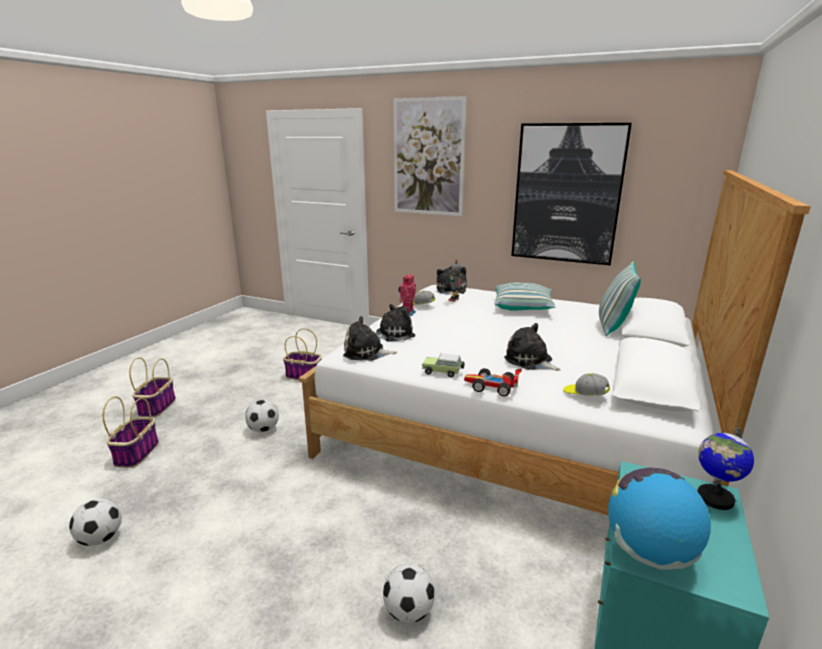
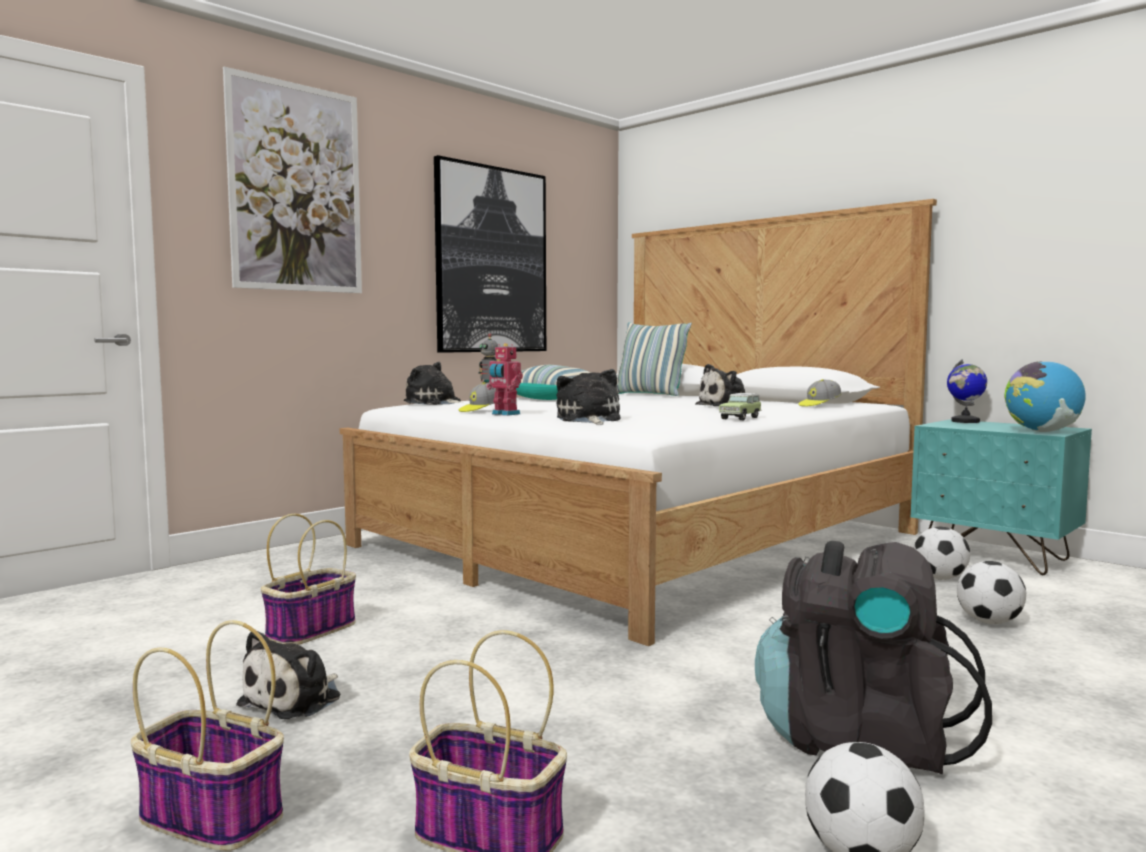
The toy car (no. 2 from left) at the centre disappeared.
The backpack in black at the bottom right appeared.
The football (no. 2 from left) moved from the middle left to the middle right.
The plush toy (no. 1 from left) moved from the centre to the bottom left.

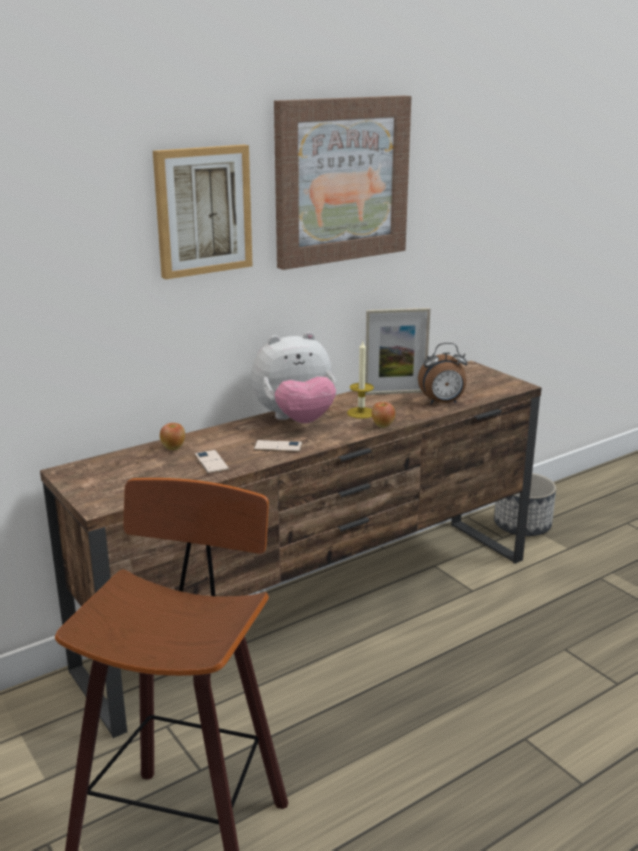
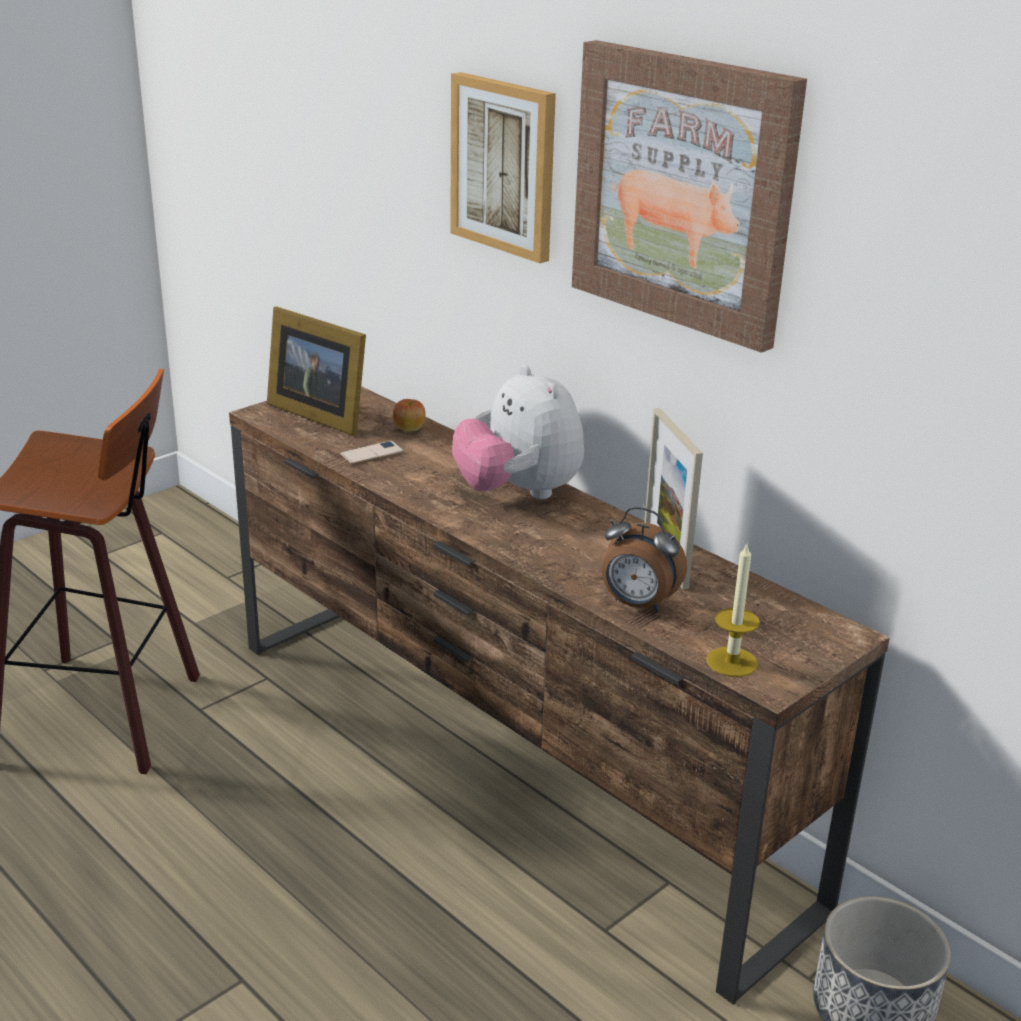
The phone (no. 2 from left) at the centre disappeared.
The apple (no. 2 from left) at the centre disappeared.
The picture frame (no. 1 from left) at the middle left appeared.
The candle moved from the centre to the middle right.
The alarm clock at the middle right turned 45 degrees counterclockwise.

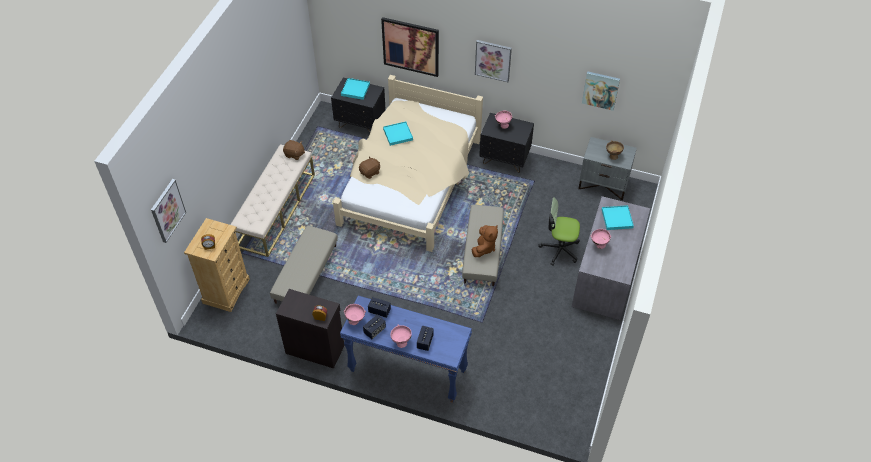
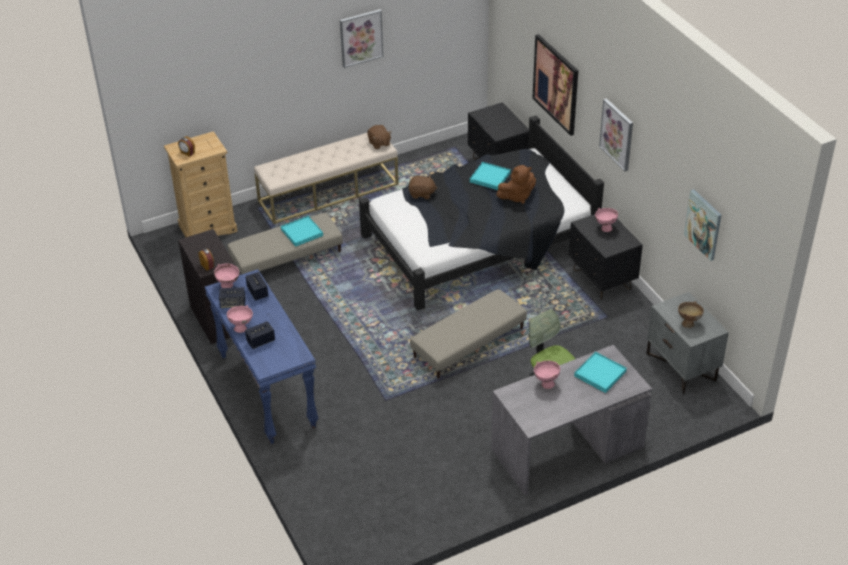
The picture (no. 1 from left) moved from the middle left to the top centre.
The tray in turquoise (no. 1 from left) moved from the top centre to the centre.
The plush toy in brown (no. 3 from left) moved from the centre to the top centre.
The bed in beige at the centre became the bed in black at the centre.

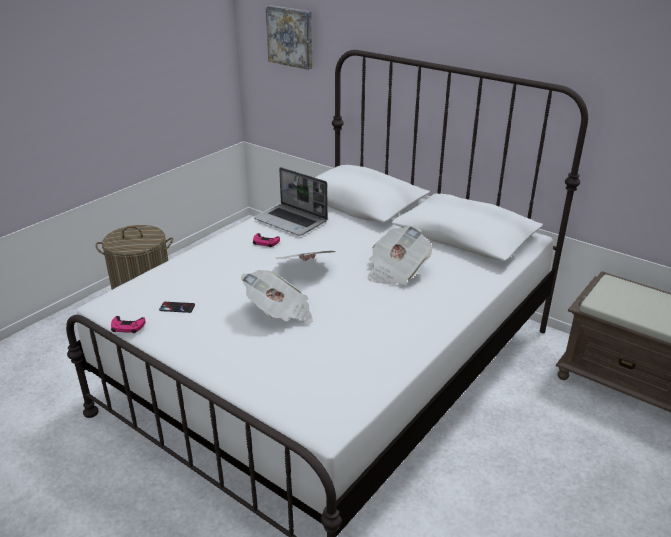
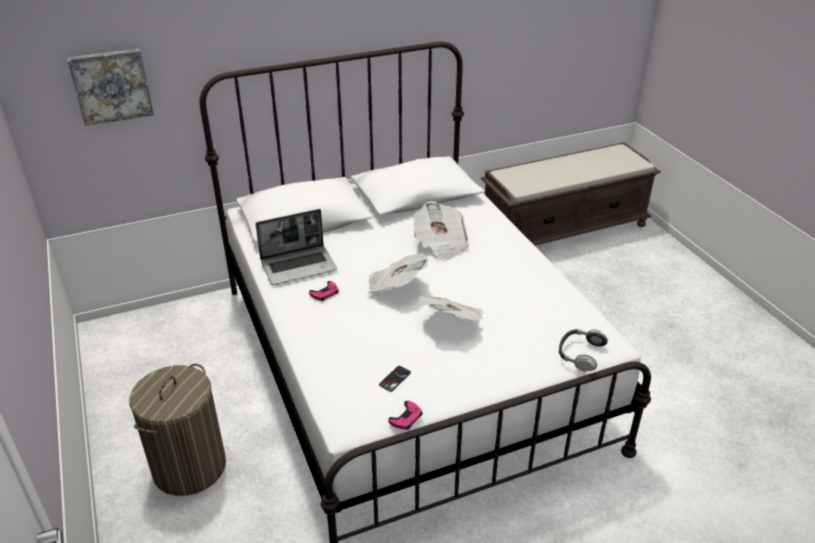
The headphones at the middle right appeared.

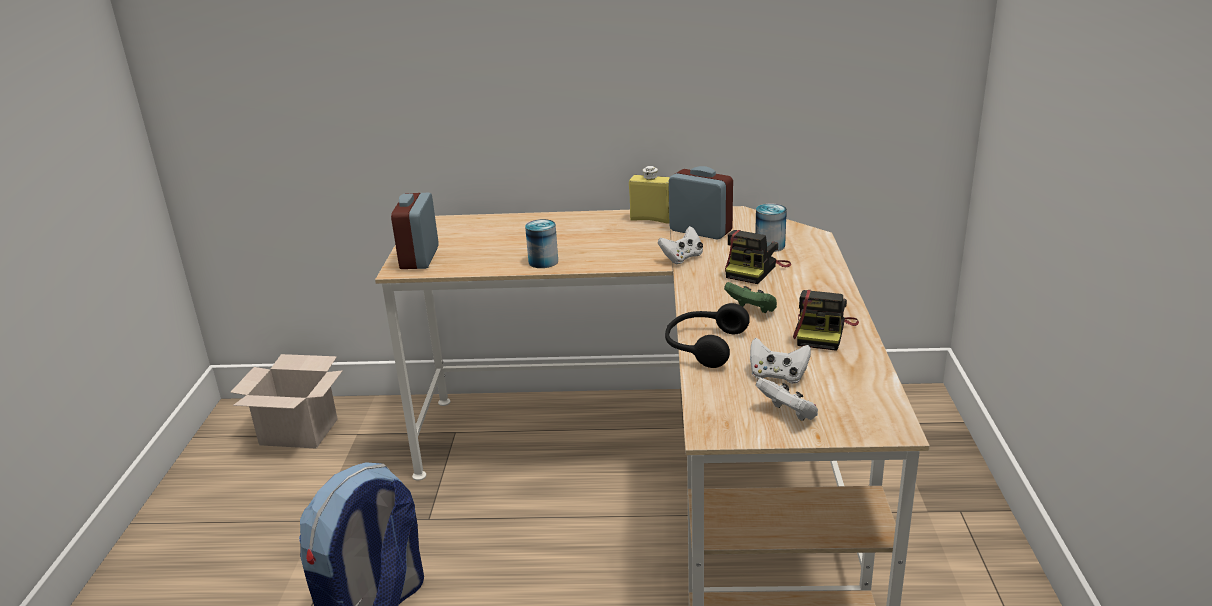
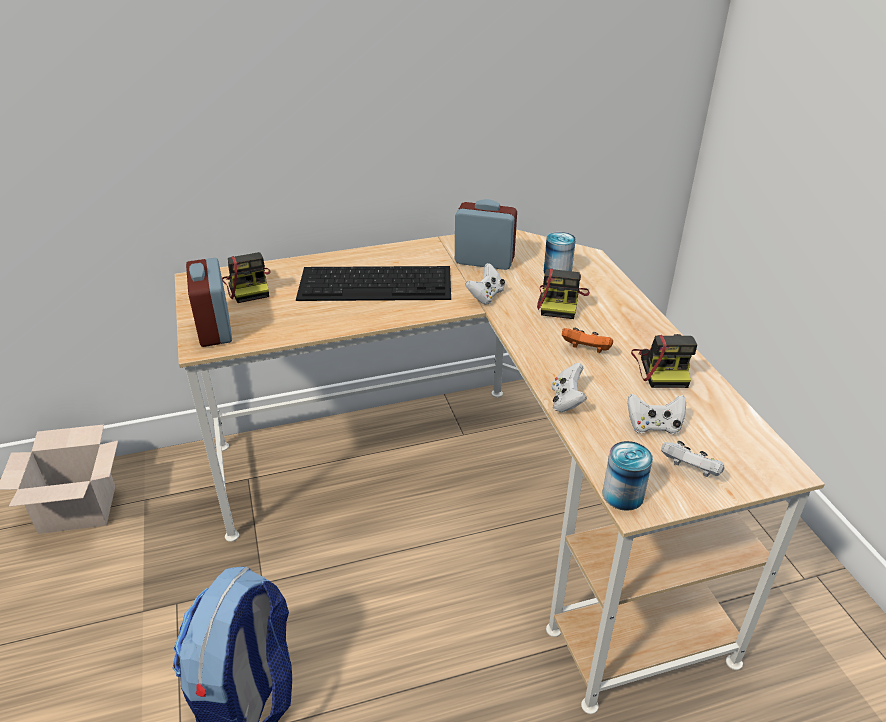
The bottle in yellow at the top centre disappeared.
The photo camera (no. 1 from left) at the middle left appeared.
The keyboard at the centre appeared.
The can (no. 1 from left in the first image) moved from the centre to the middle right.
The headphones in black at the centre was replaced by the game controller in white (no. 2 from left) at the centre.
The game controller in green at the centre became the game controller in orange at the centre.

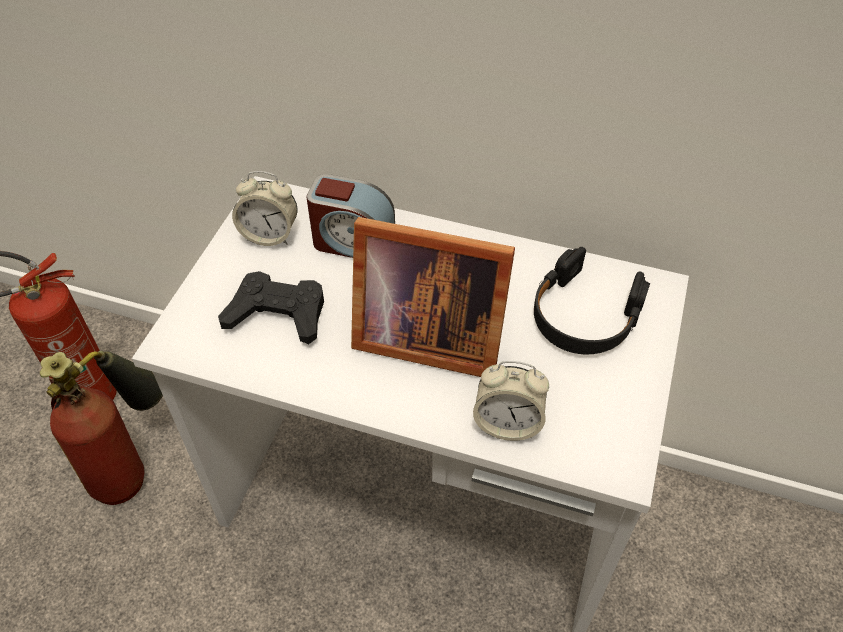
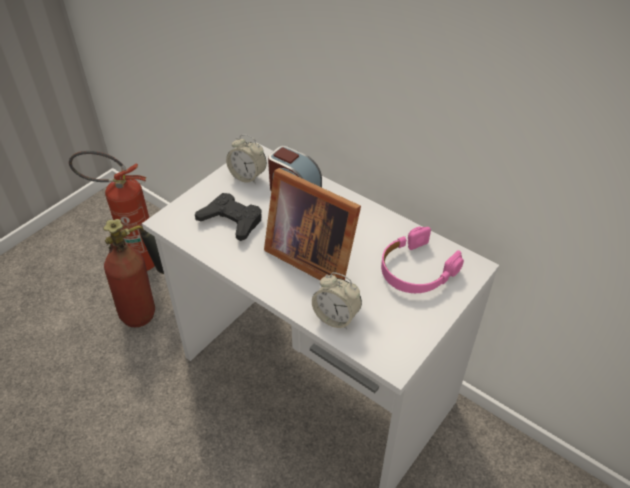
The headphones in black at the middle right became the headphones in pink at the middle right.

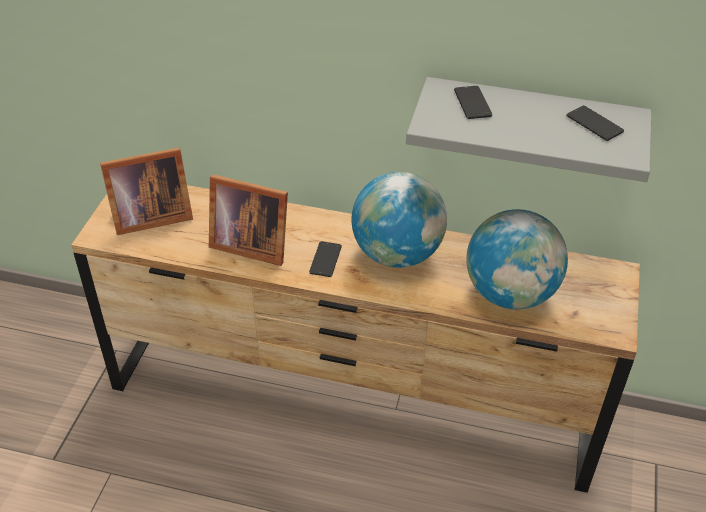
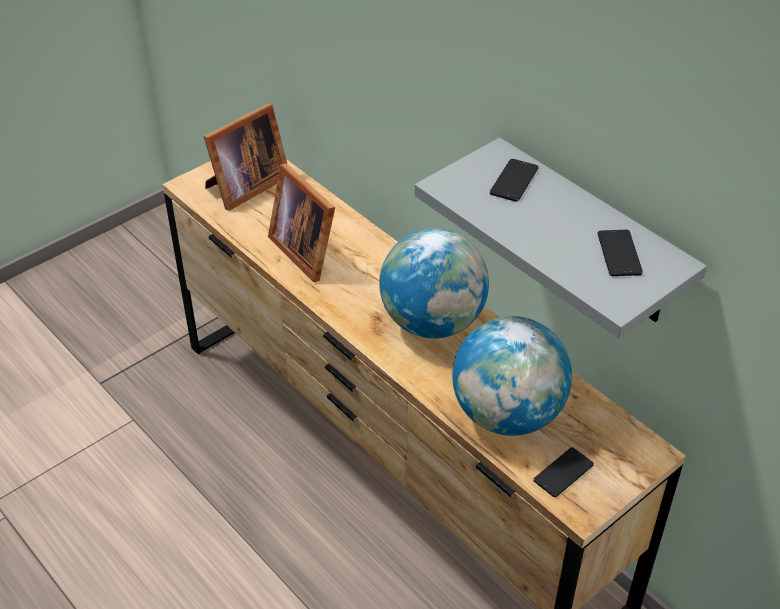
The phone (no. 1 from left in the first image) moved from the centre to the bottom right.
The picture frame (no. 1 from left) at the middle left turned 60 degrees counterclockwise.

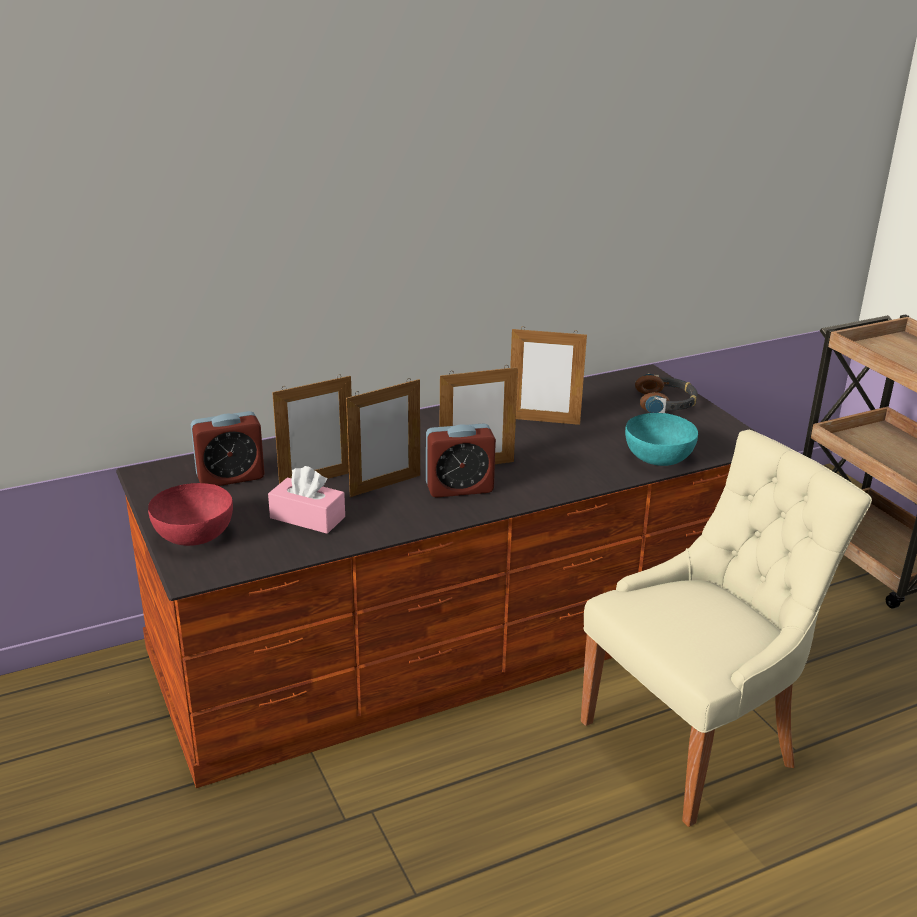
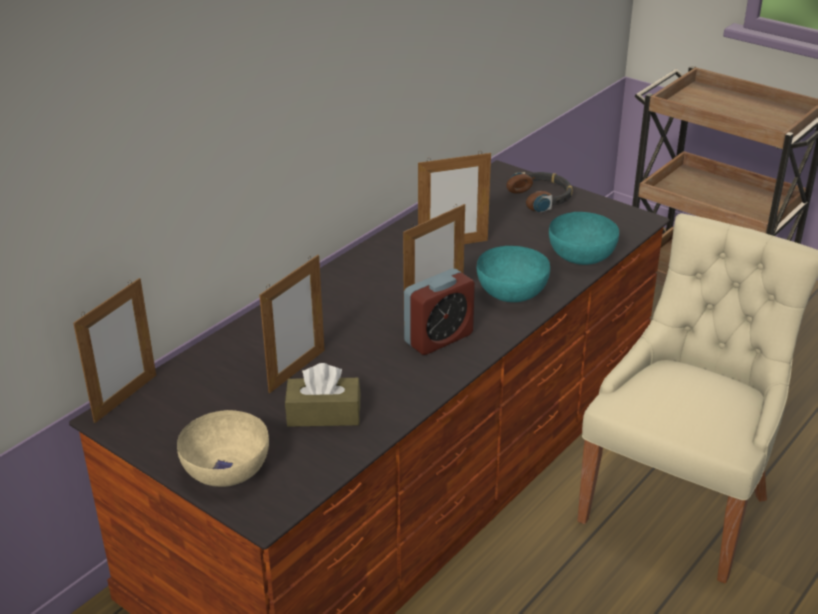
The alarm clock (no. 1 from left) at the middle left disappeared.
The bowl in turquoise (no. 1 from left) at the centre appeared.
The picture frame (no. 2 from left in the first image) moved from the centre to the middle left.
The bowl in red at the middle left became the bowl in beige at the bottom left.
The tissue box in pink at the centre became the tissue box in brown at the centre.

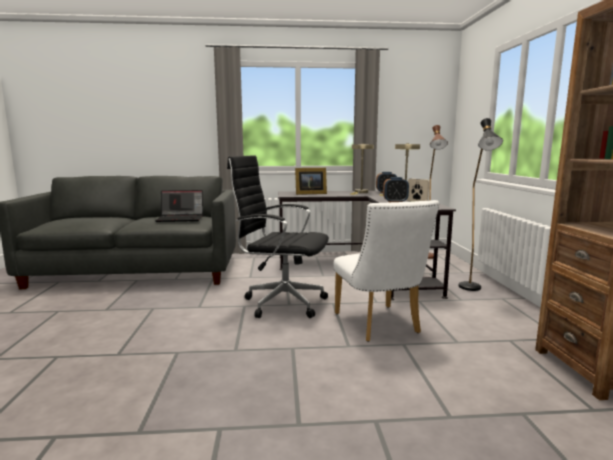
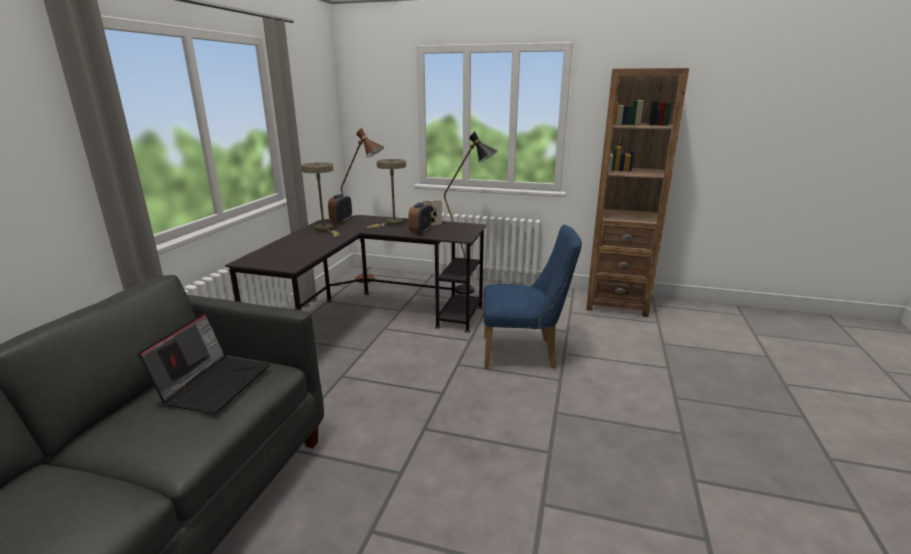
The office chair in black at the centre disappeared.
The picture frame (no. 1 from left) at the centre disappeared.
The chair in white at the centre became the chair in blue at the centre.

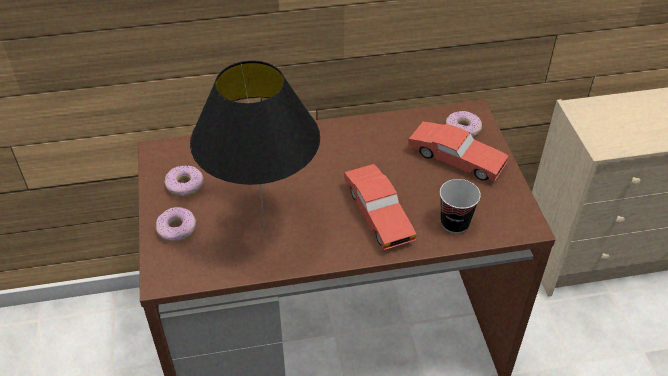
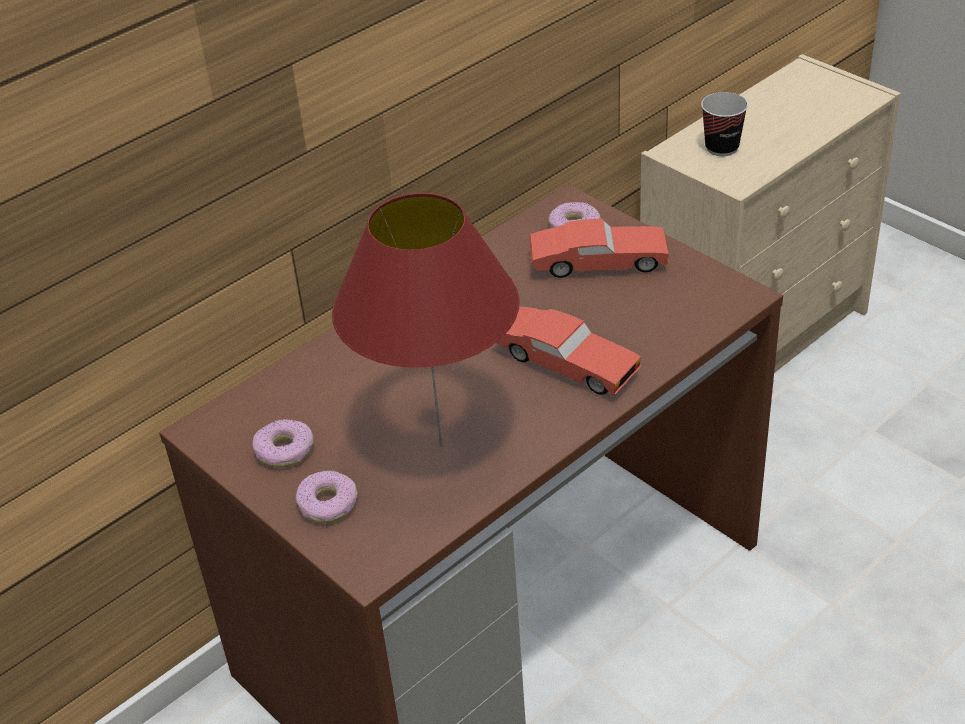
The cup moved from the middle right to the top right.
The table lamp in black at the centre became the table lamp in red at the centre.

